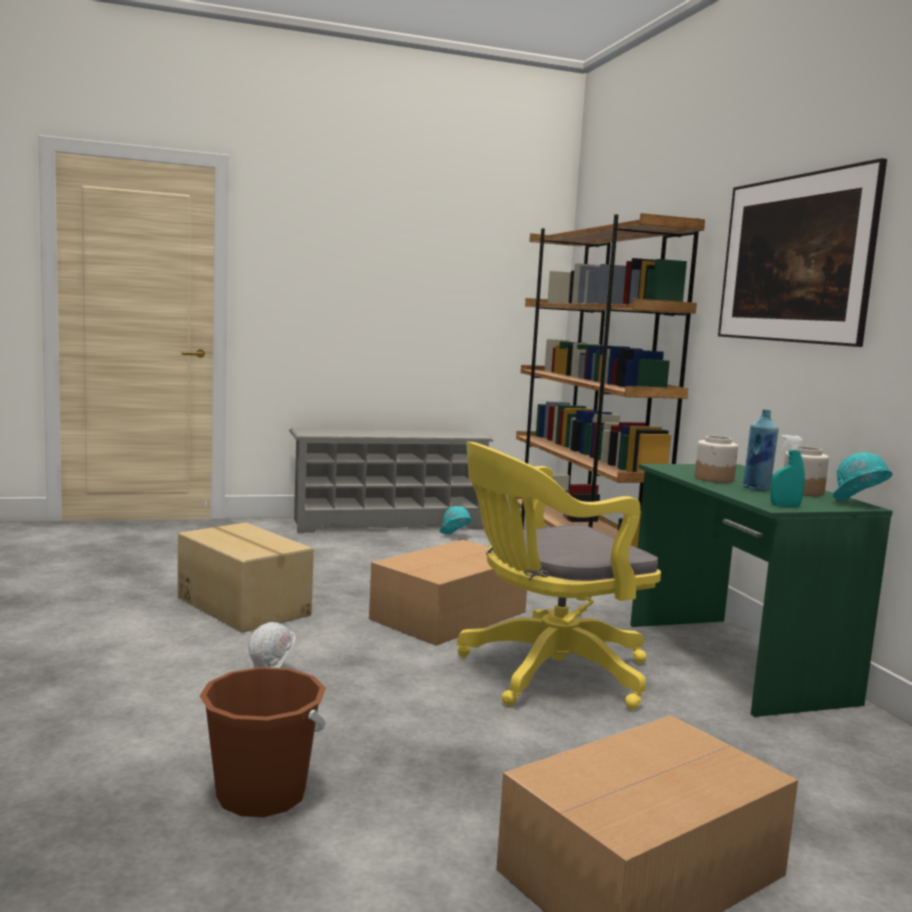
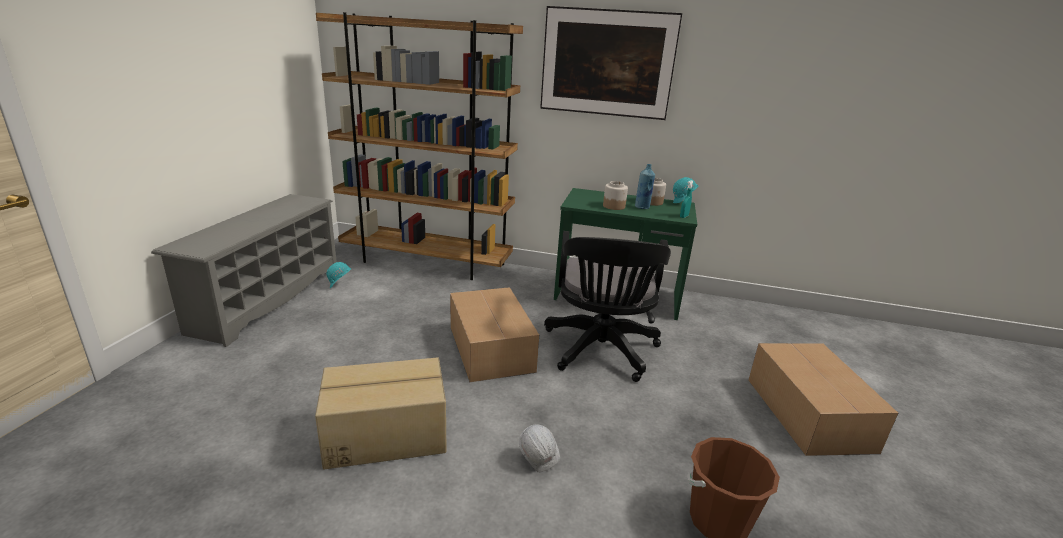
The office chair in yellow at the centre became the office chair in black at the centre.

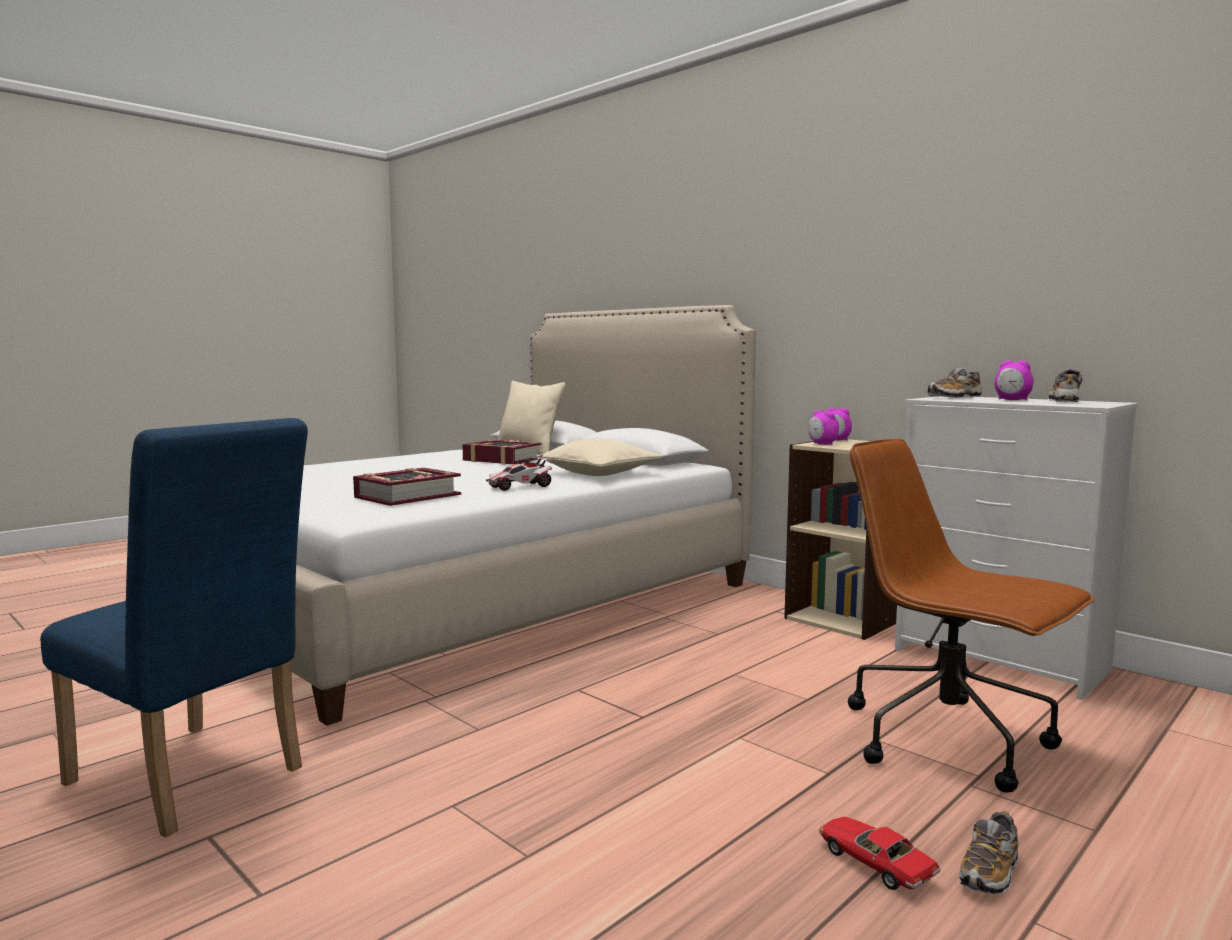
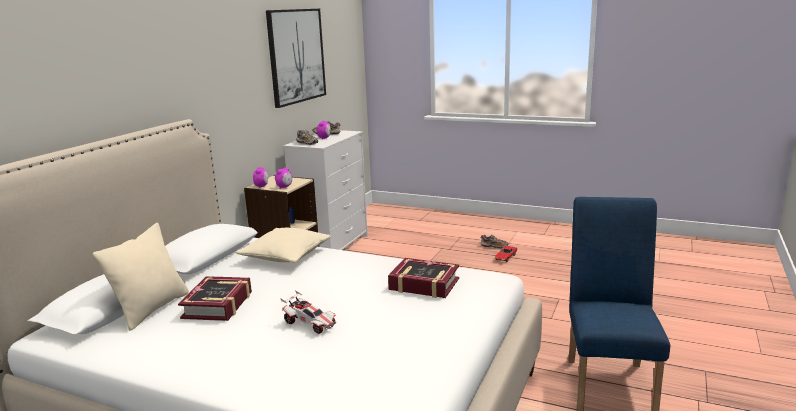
The office chair in brown at the middle right disappeared.
The picture at the top centre appeared.
The toy car (no. 1 from left) moved from the centre to the bottom centre.

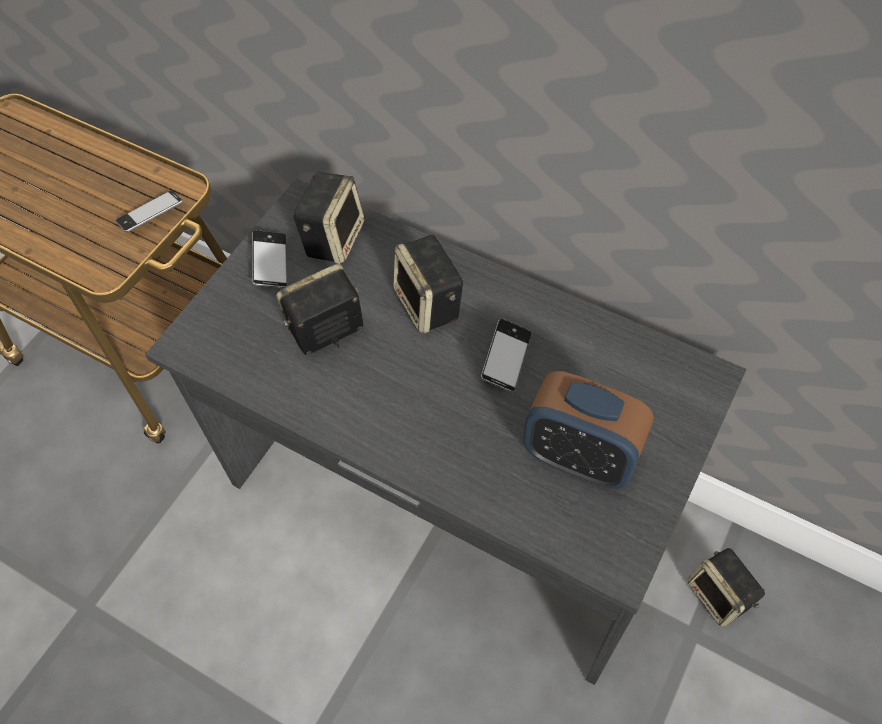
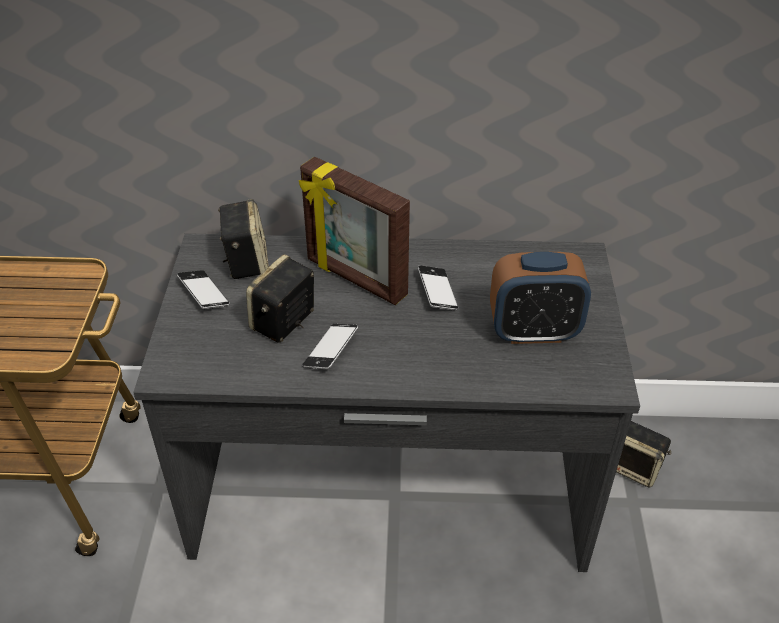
The phone (no. 1 from left in the first image) moved from the top left to the centre.
The speaker (no. 3 from left) at the centre was replaced by the picture frame at the centre.

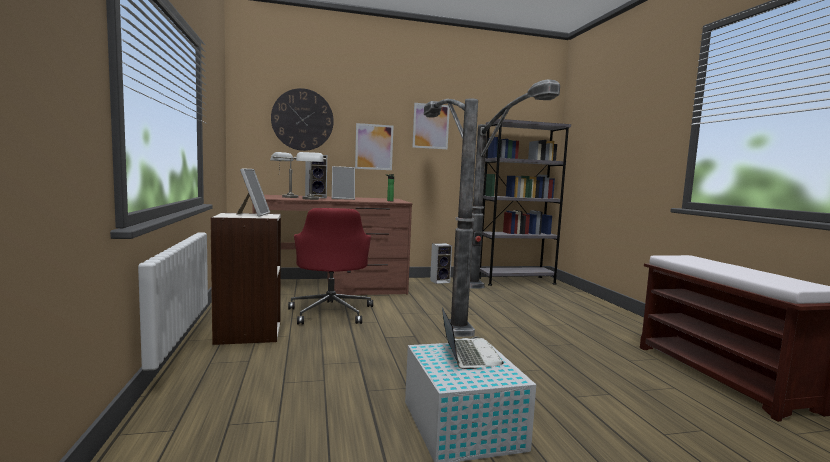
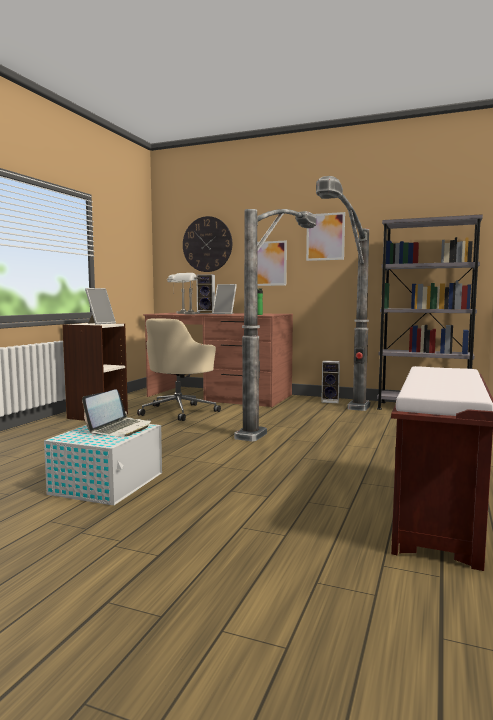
The office chair in red at the centre became the office chair in beige at the centre.

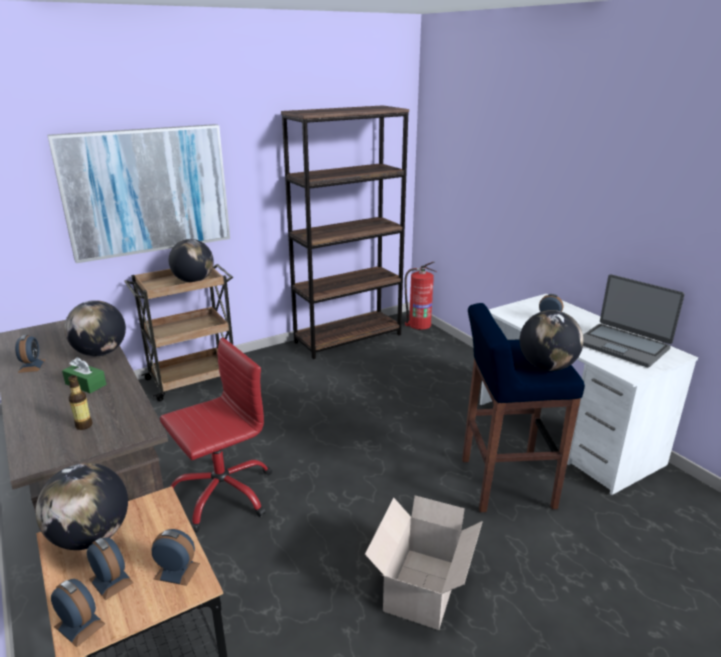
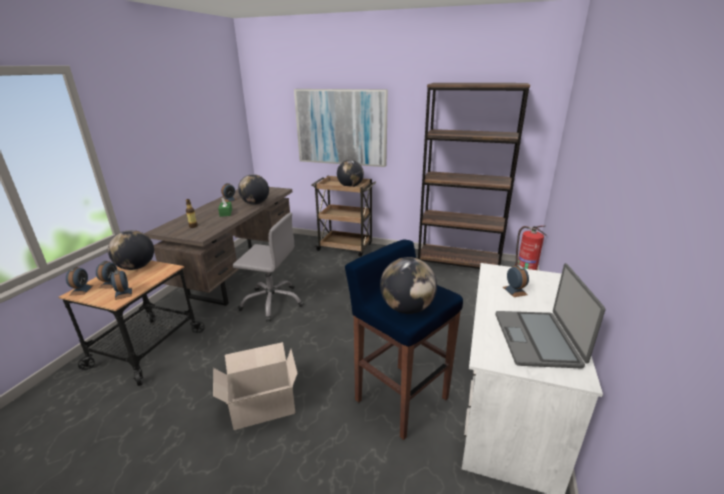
The office chair in red at the middle left became the office chair in grey at the centre.

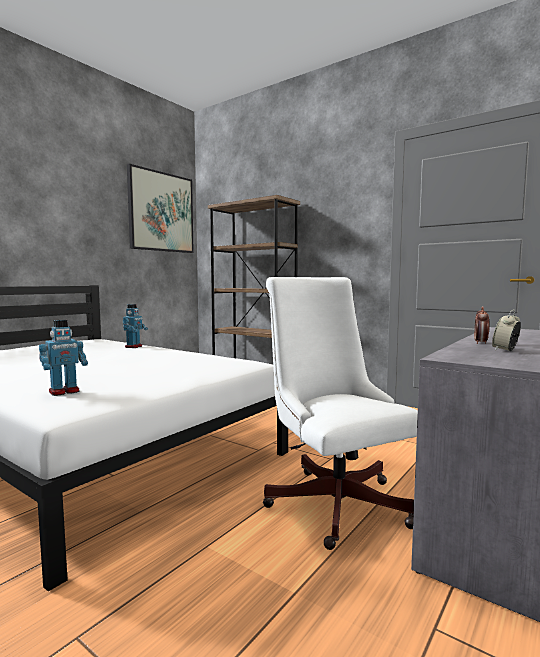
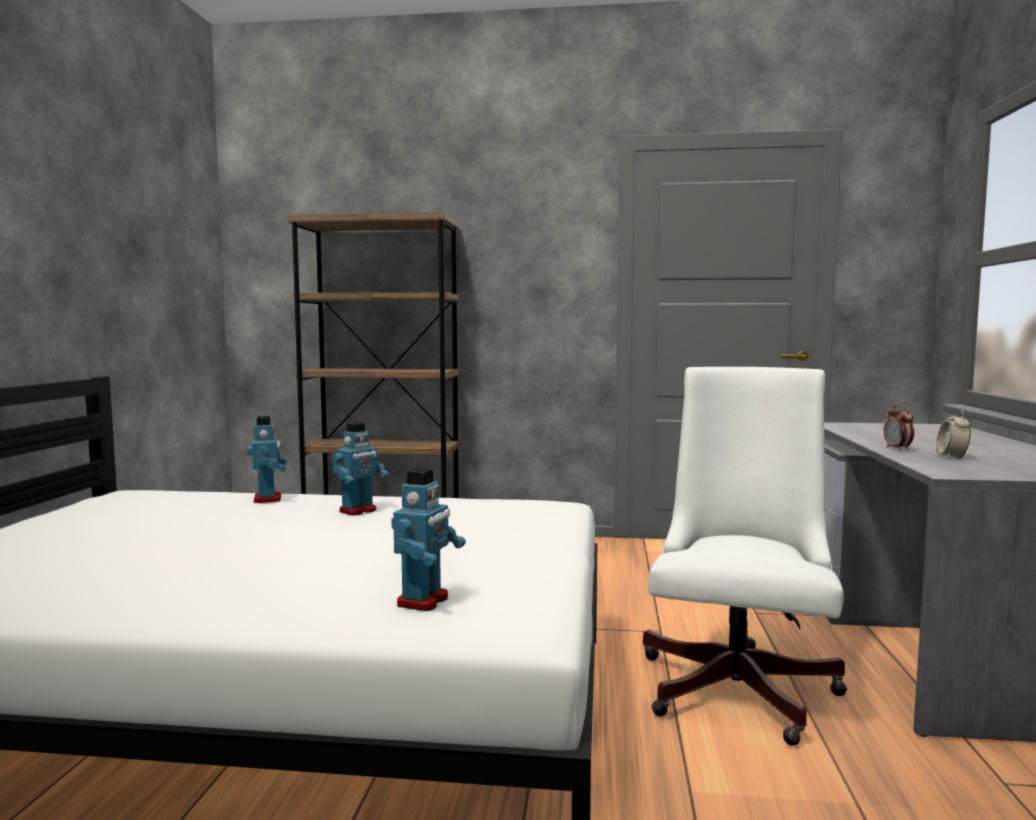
The picture at the top left disappeared.
The toy robot (no. 2 from left) at the centre appeared.
The office chair in white at the centre turned 75 degrees clockwise.

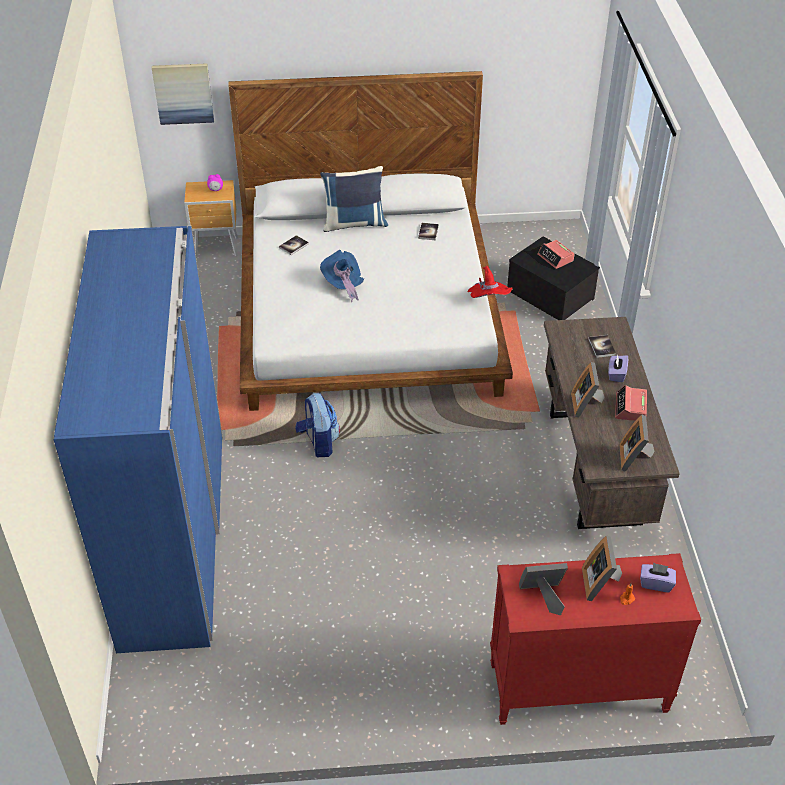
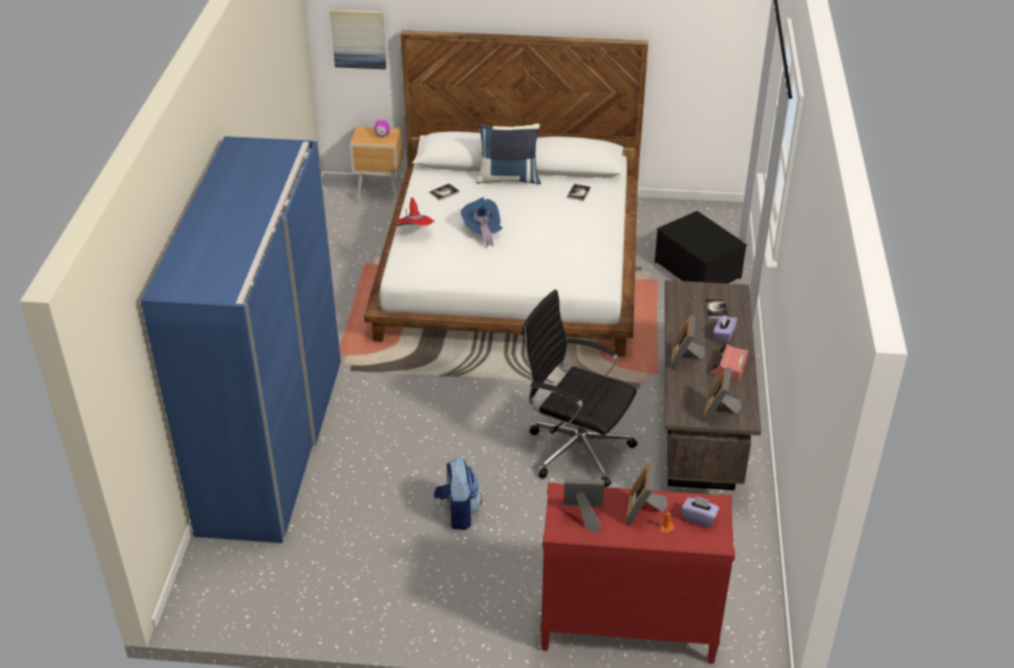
The alarm clock (no. 2 from left) at the top right disappeared.
The office chair in black at the centre appeared.
The backpack moved from the centre to the bottom centre.
The hat in red moved from the centre to the top centre.

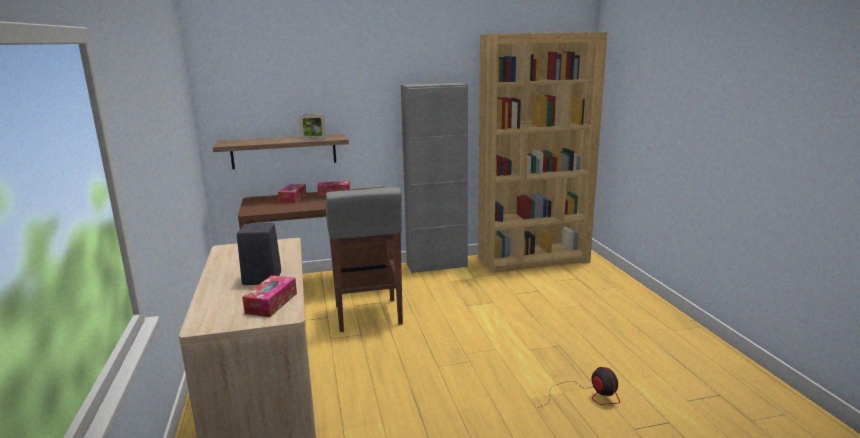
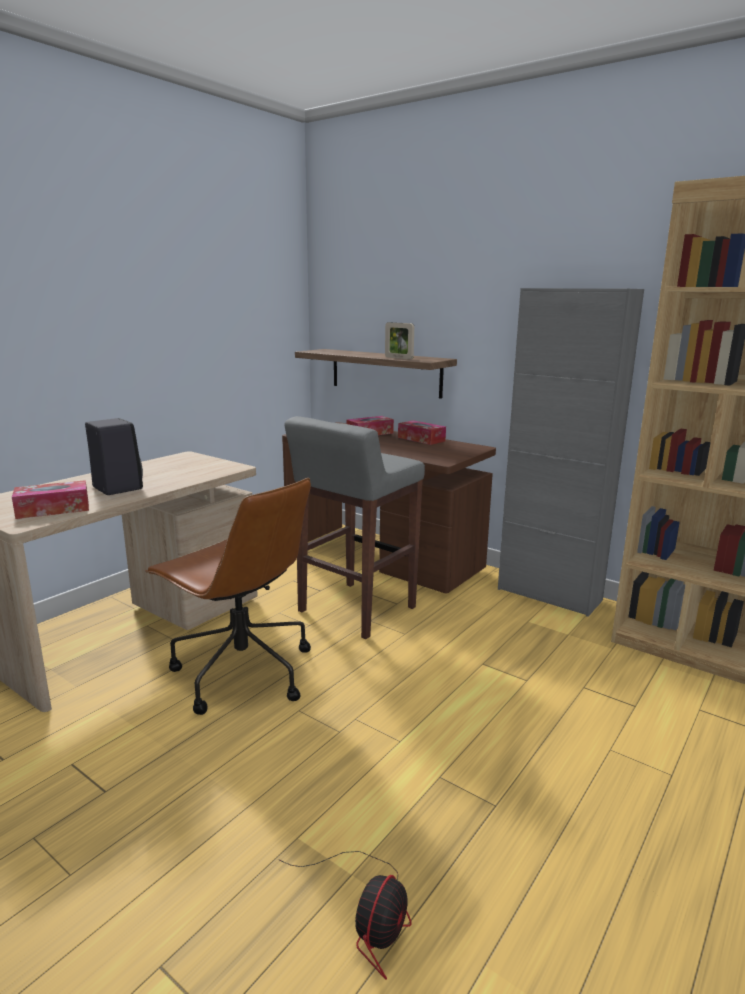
The office chair in brown at the middle left appeared.

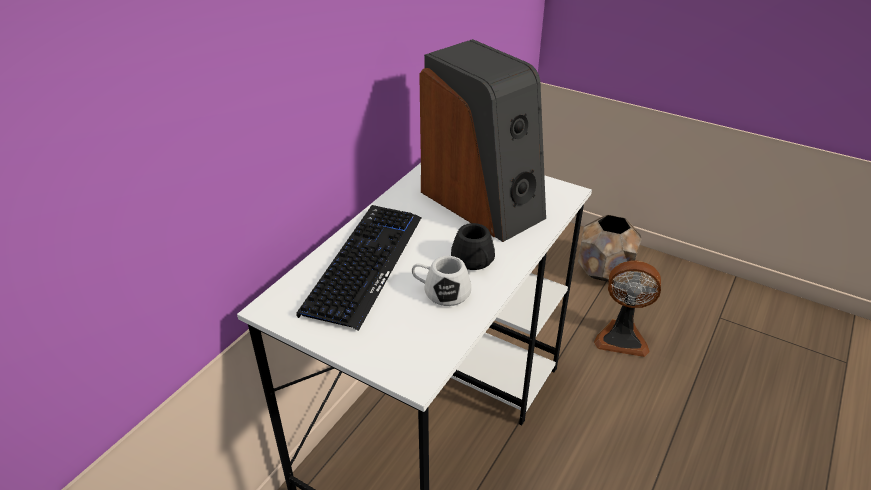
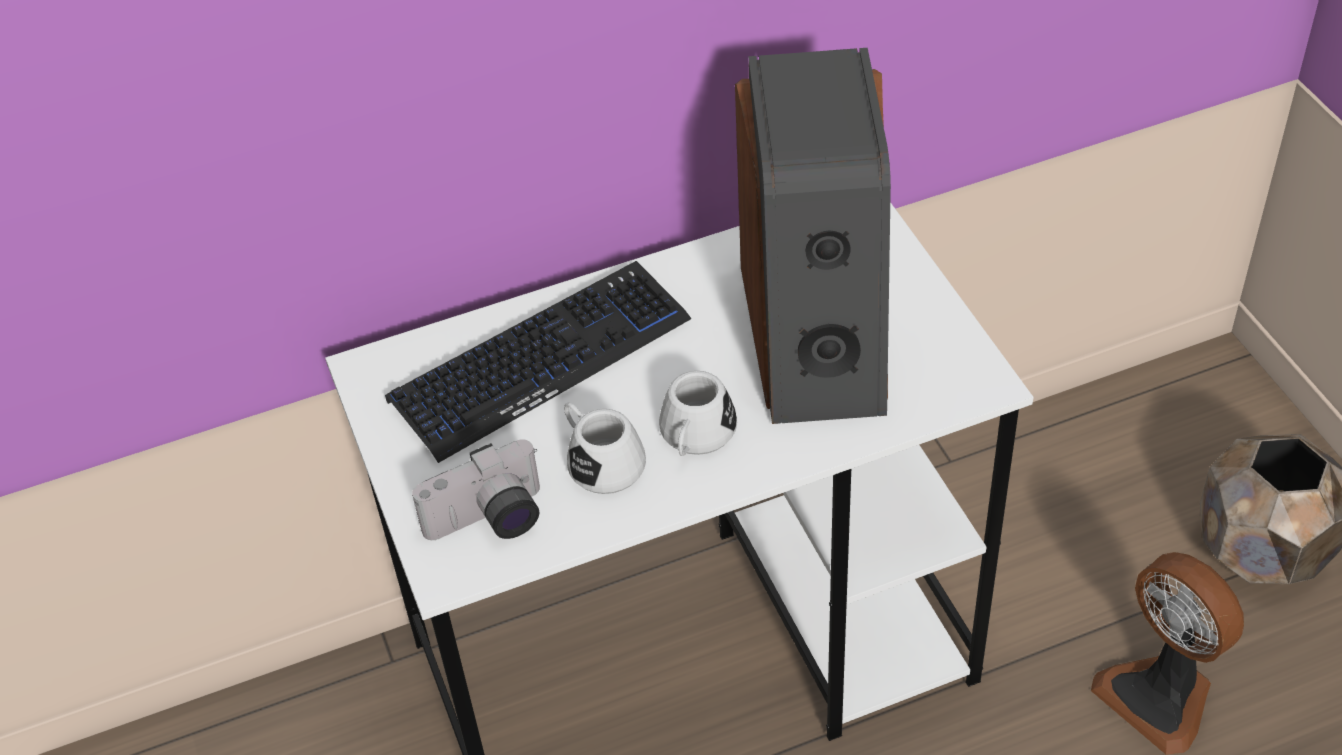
The photo camera at the centre appeared.
The mug in black at the centre became the mug in white (no. 2 from left) at the centre.

